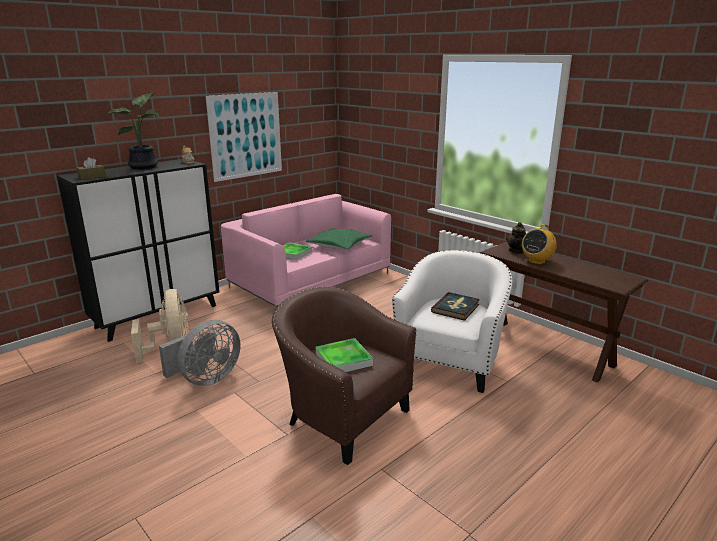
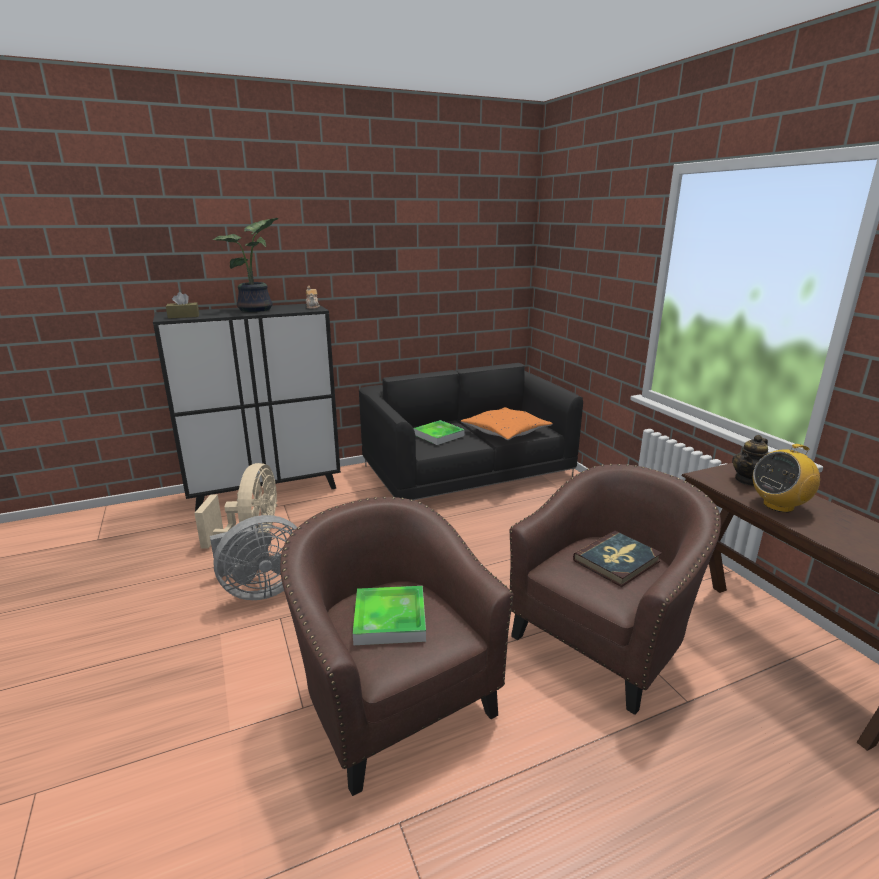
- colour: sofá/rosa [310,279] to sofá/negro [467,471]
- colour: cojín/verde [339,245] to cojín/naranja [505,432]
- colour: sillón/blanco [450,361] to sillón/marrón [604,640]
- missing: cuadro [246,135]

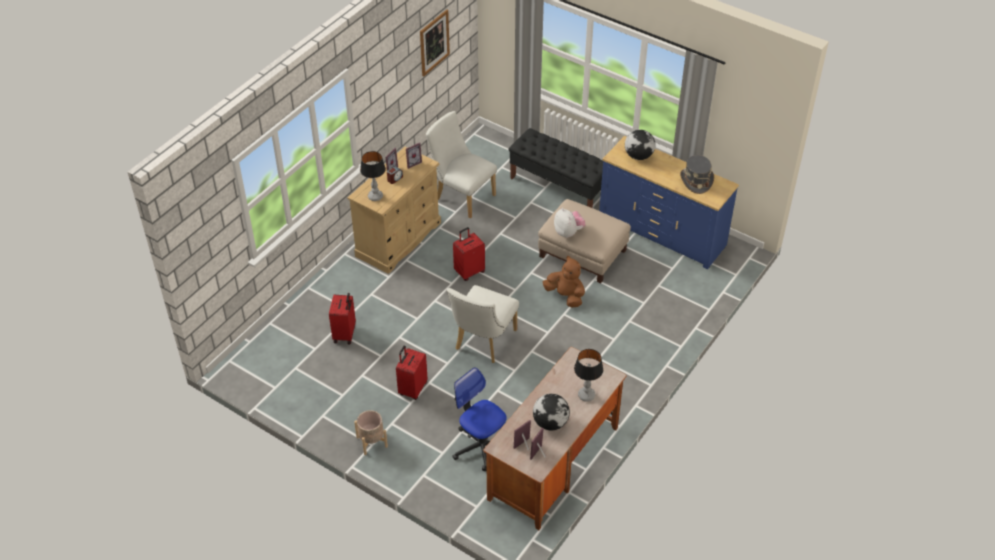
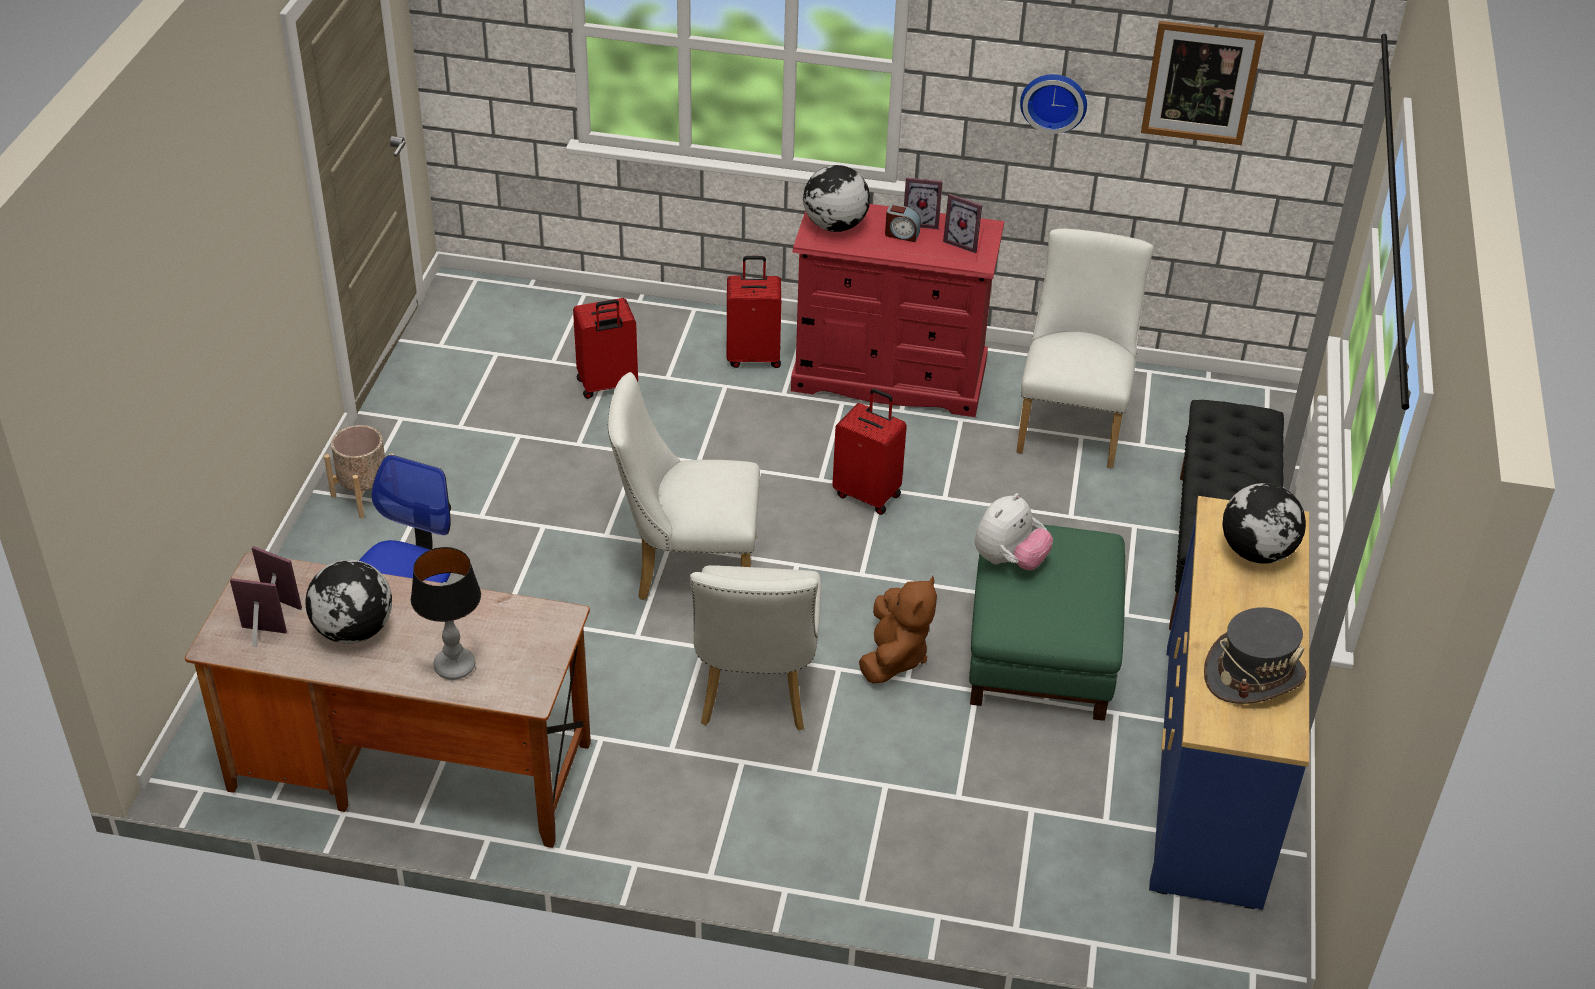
- appeared: silla/blanco [754,693]
- relocated: maleta/rojo [412,389] to [754,356]
- colour: cómoda/beis [398,239] to cómoda/rojo [889,377]
- exchanged: lámpara de mesa [375,197] to globo terráqueo [834,226]
- colour: puf/beis [583,253] to puf/verde [1042,650]
- appeared: reloj de pared [1054,101]

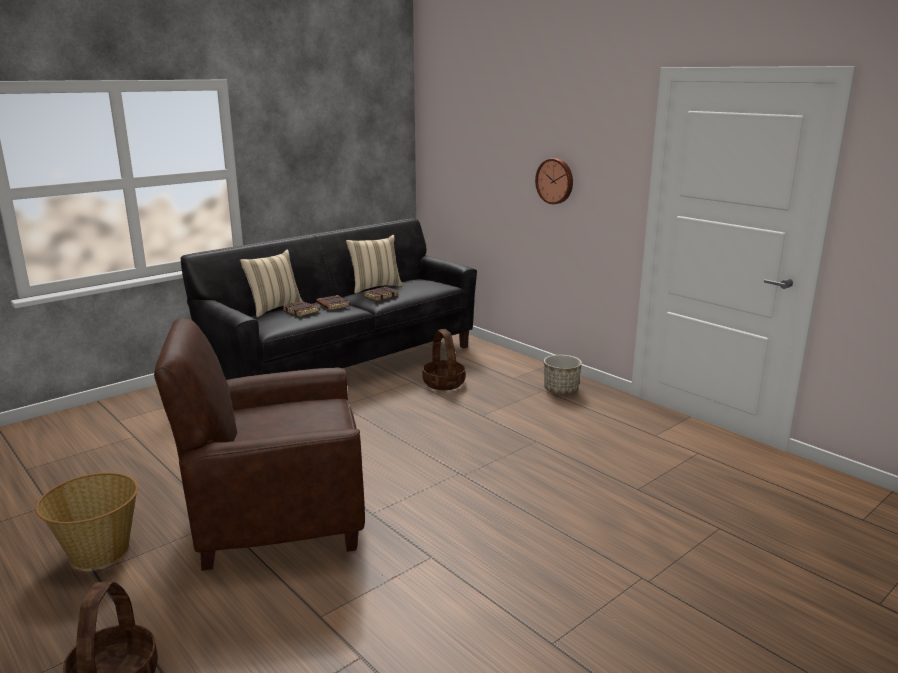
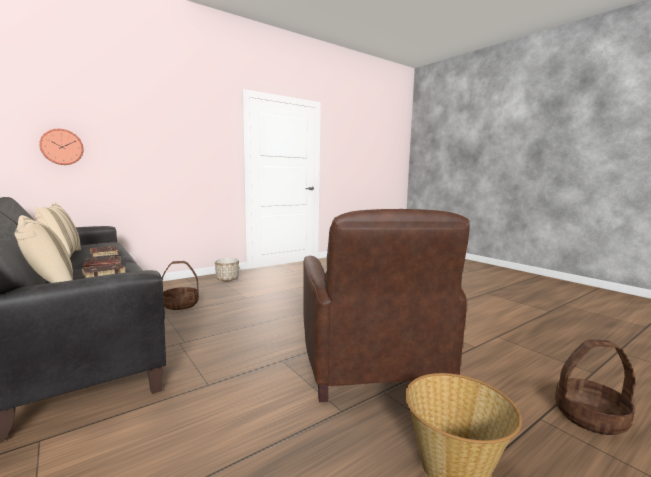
- relocated: reloj de pared [555,181] to [62,147]

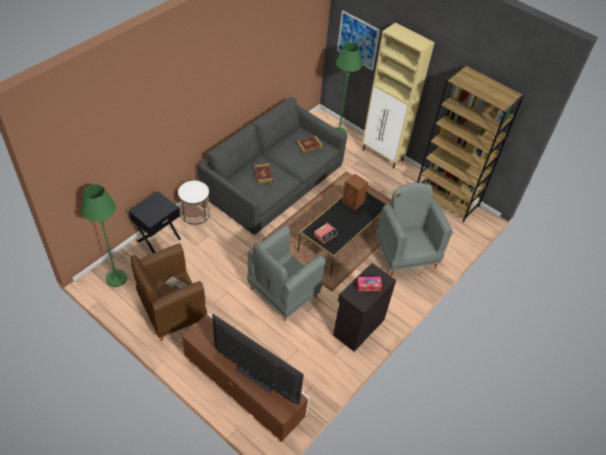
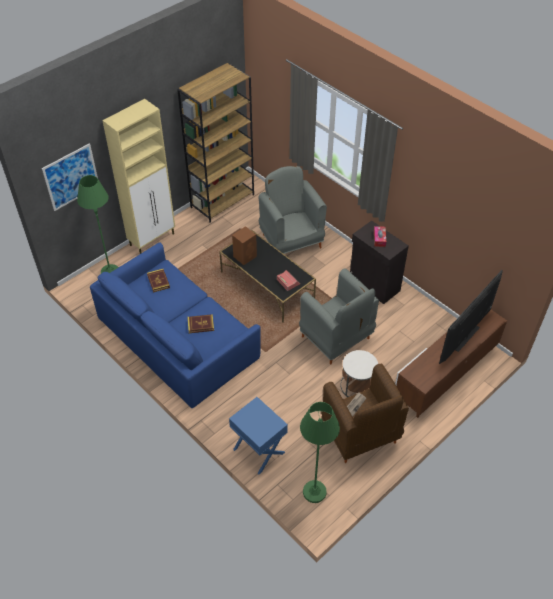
- colour: sofá/gris [273,180] to sofá/azul [177,337]
- colour: mesita de noche/negro [158,239] to mesita de noche/azul [258,451]
- spun: sillón/gris [406,255] = [291,240] 75 degrees clockwise
- relocated: mesa auxiliar/blanco [195,213] to [357,386]

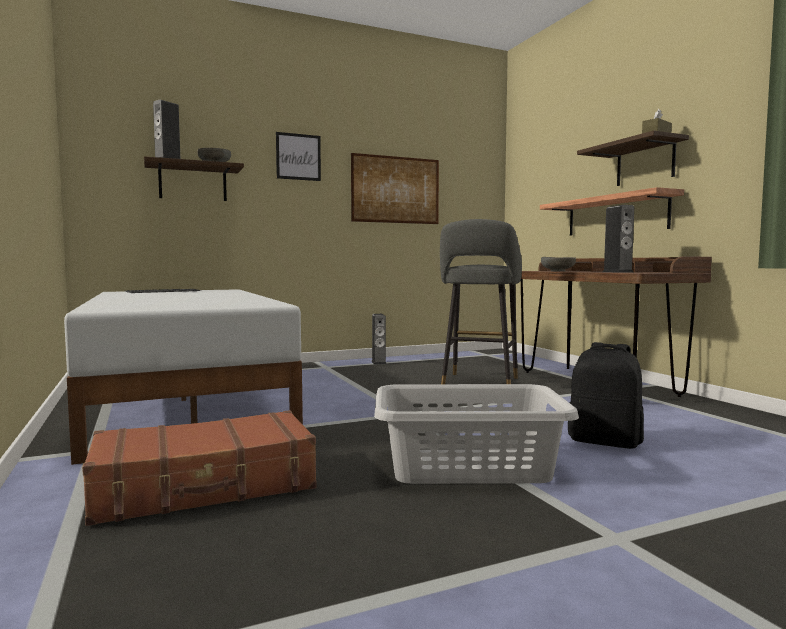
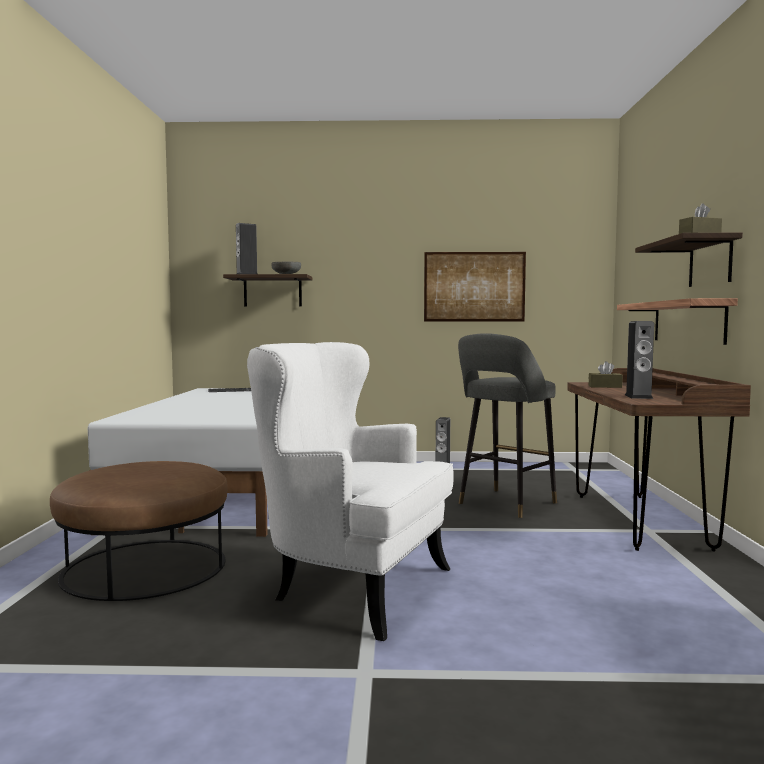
- exchanged: maleta/marrón [205,486] to puf/marrón [145,567]
- exchanged: cesto de la ropa/gris [467,466] to sillón/blanco [350,587]
- exchanged: cuenco/gris [557,271] to caja de pañuelos/marrón [605,386]
- missing: cuadro [298,157]
- missing: mochila/negro [605,441]

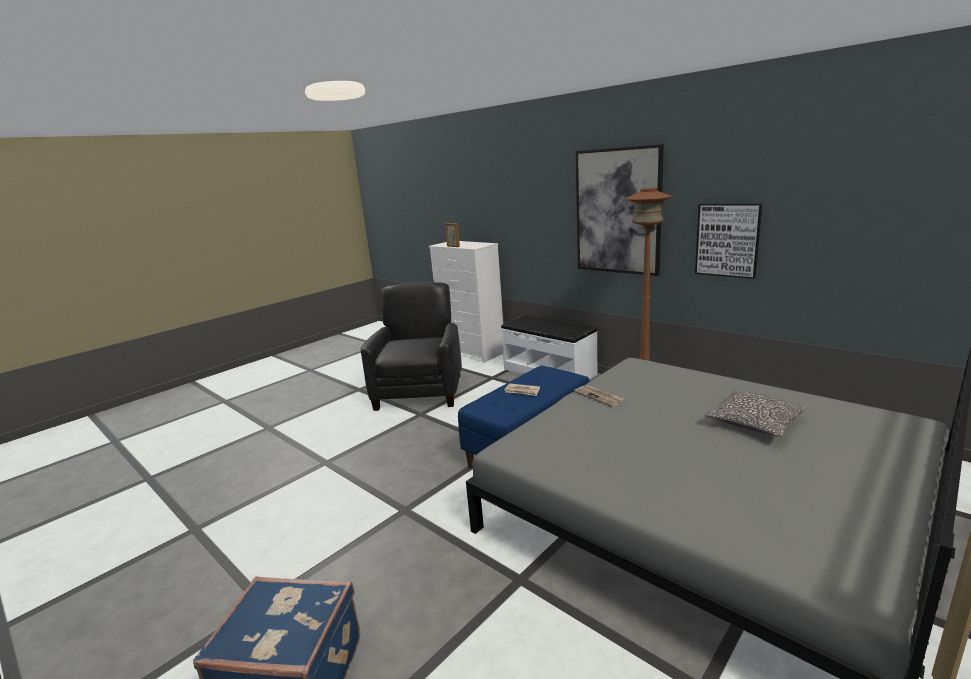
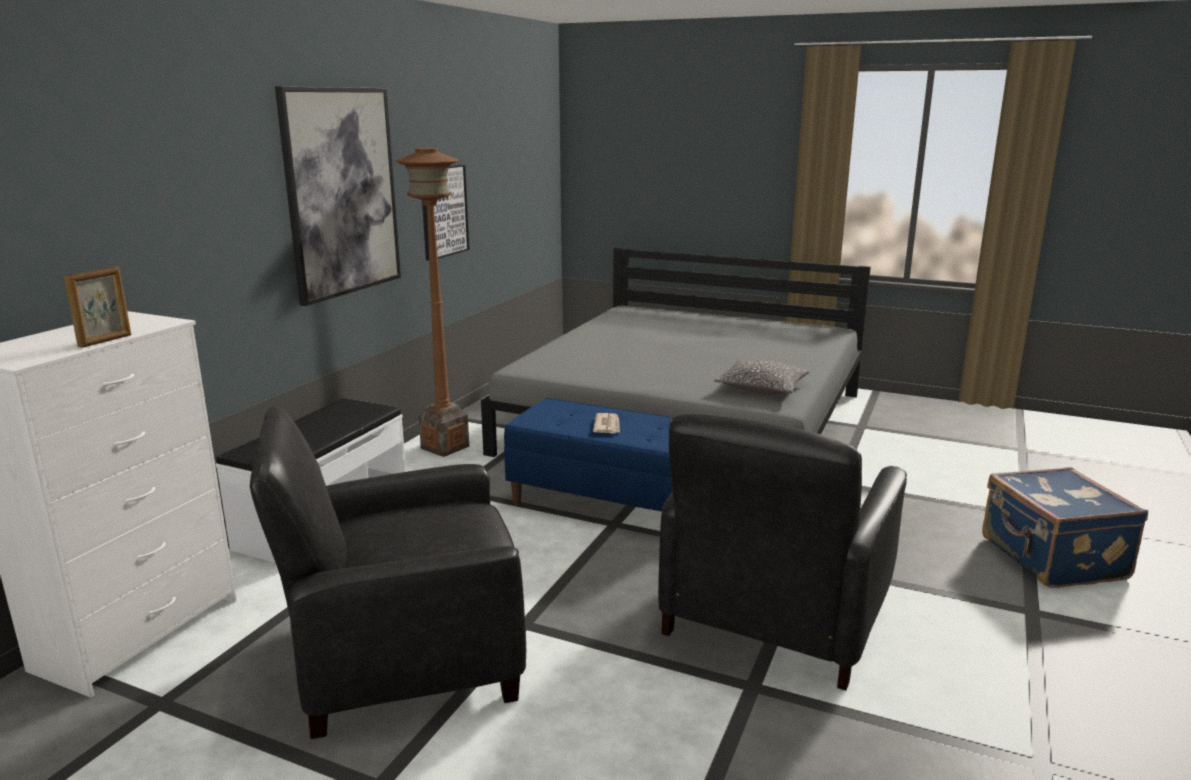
- appeared: sillón/negro [774,616]
- relocated: cojín [754,422] to [762,388]
- missing: periódico [599,397]

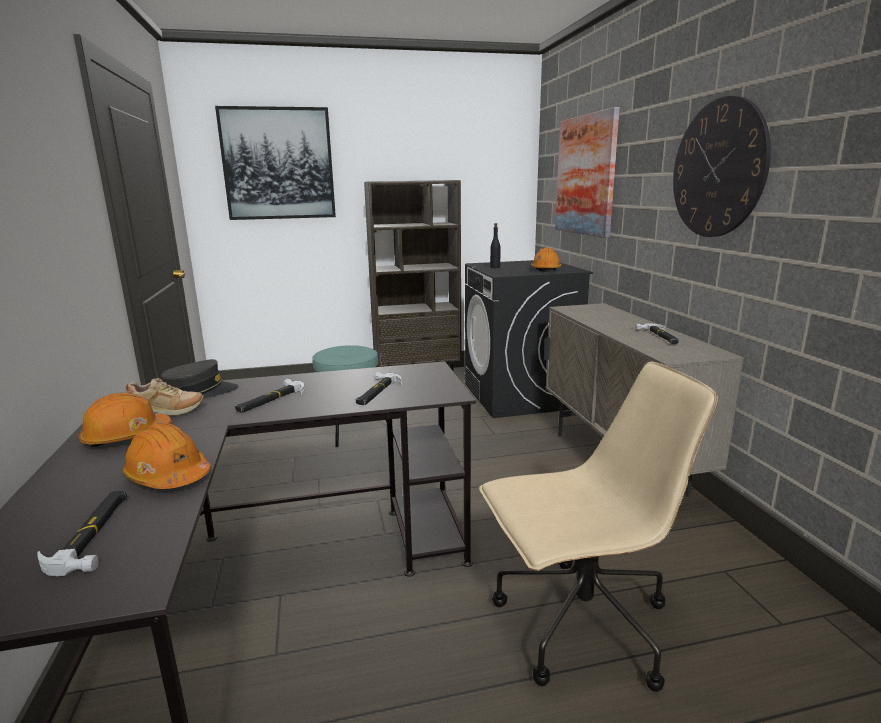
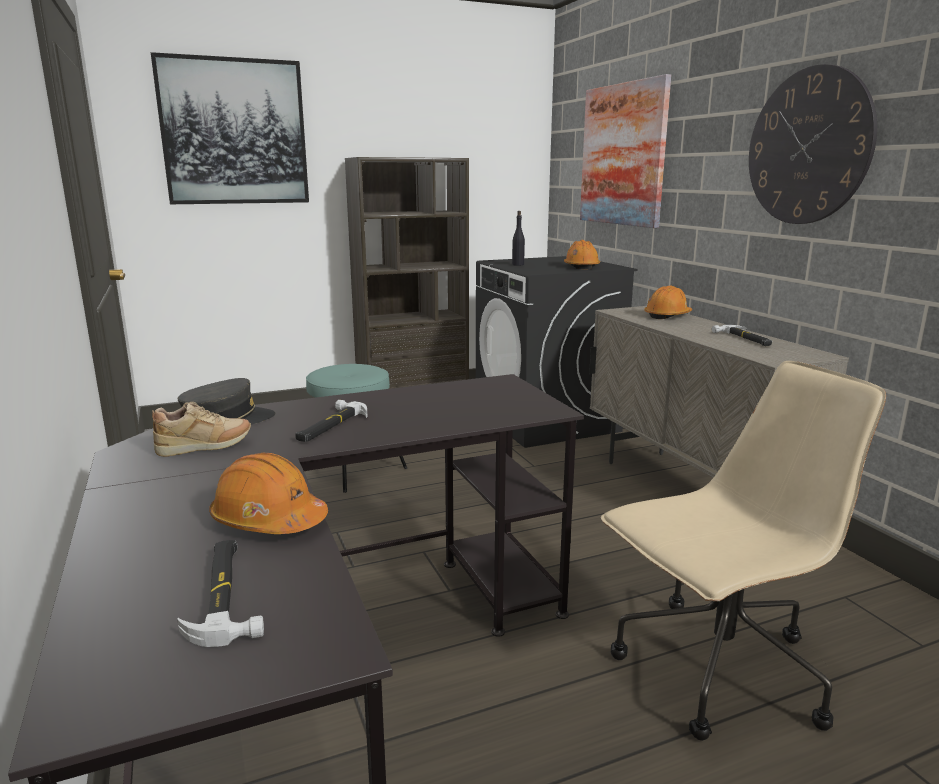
- relocated: casco/naranja [126,437] to [667,316]
- missing: martillo [376,392]

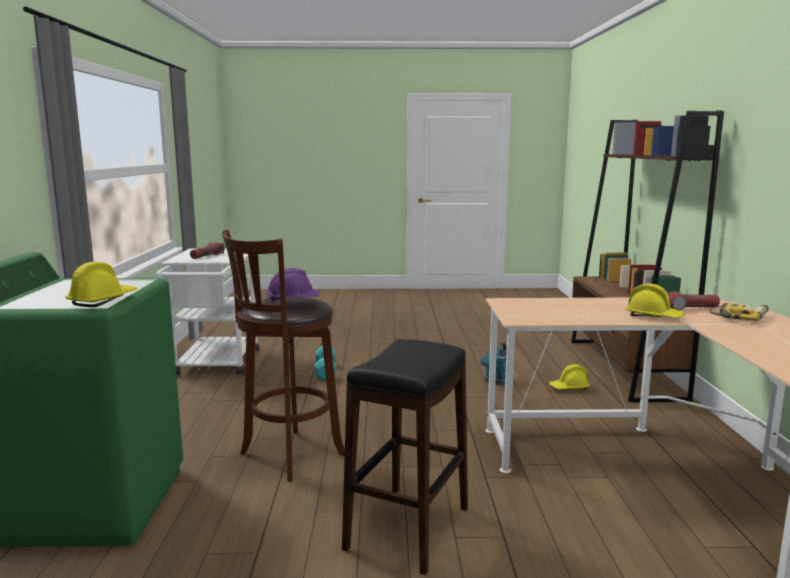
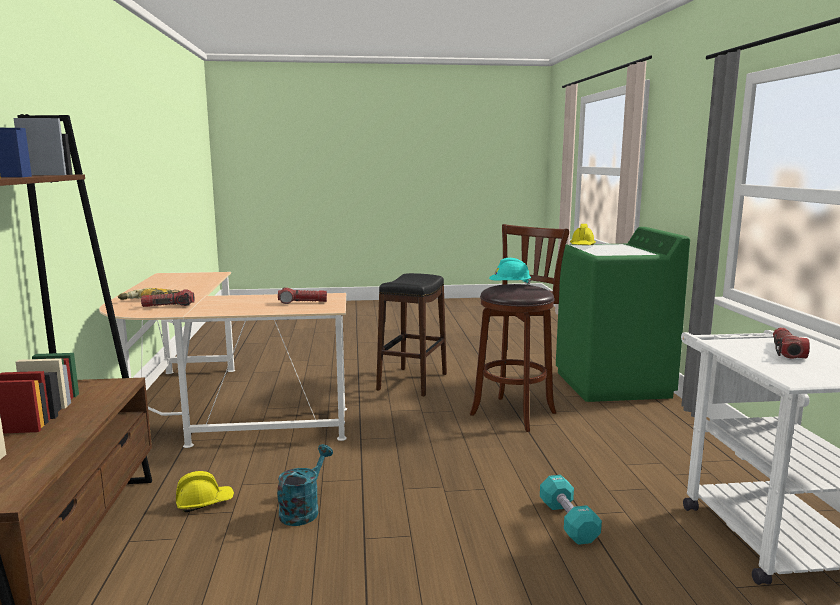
- appeared: linterna [302,302]
- colour: casco/morado [293,304] to casco/turquesa [509,286]
- missing: casco/amarillo [653,316]

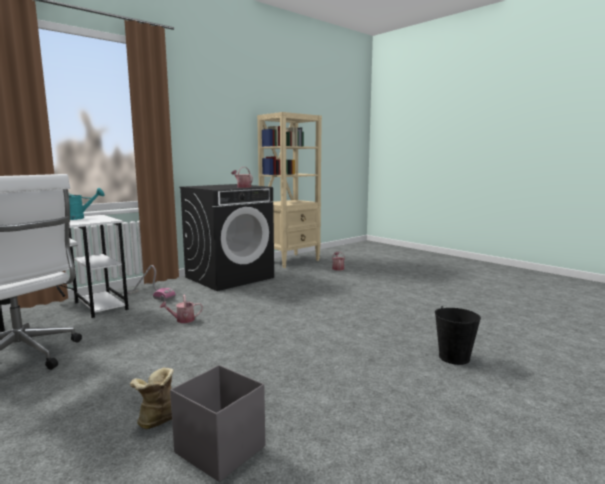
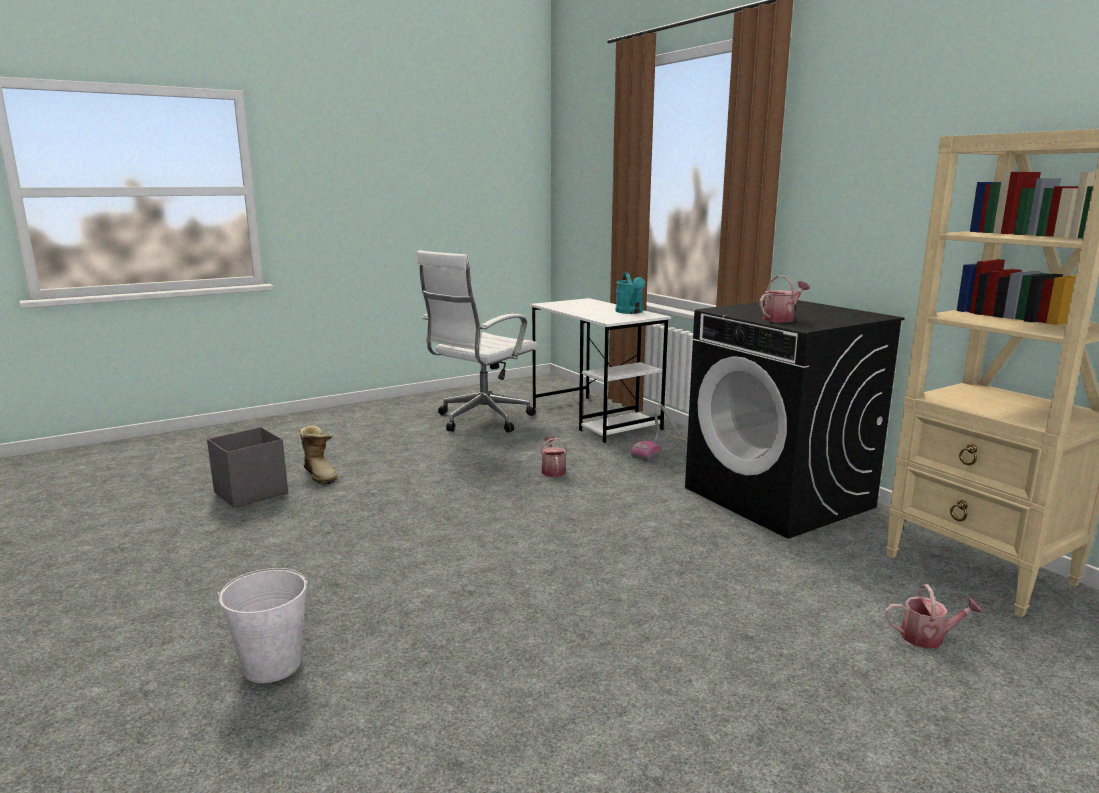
- colour: cubo/negro [454,357] to cubo/blanco [272,665]

